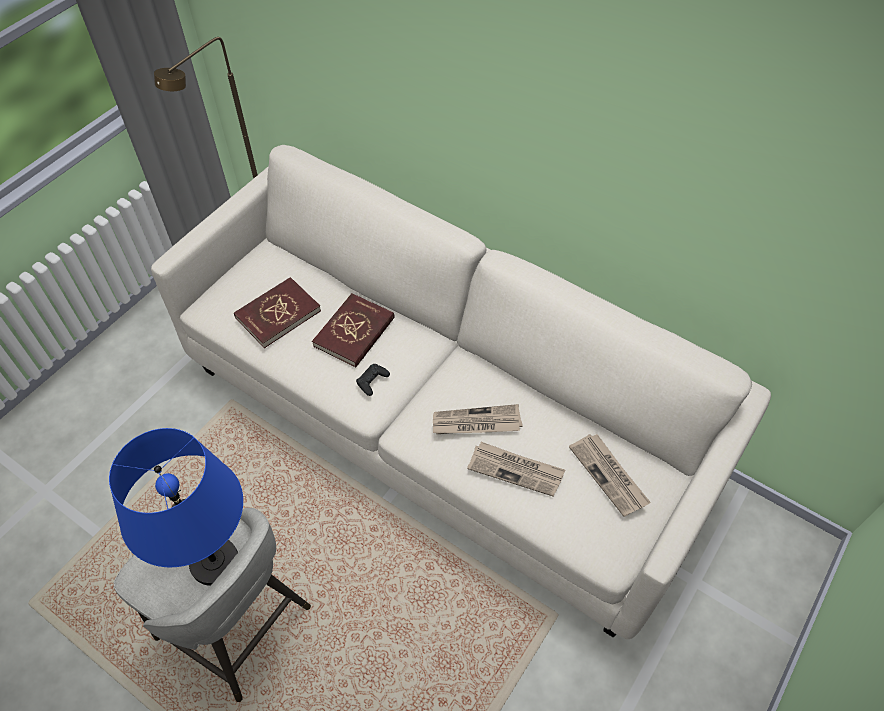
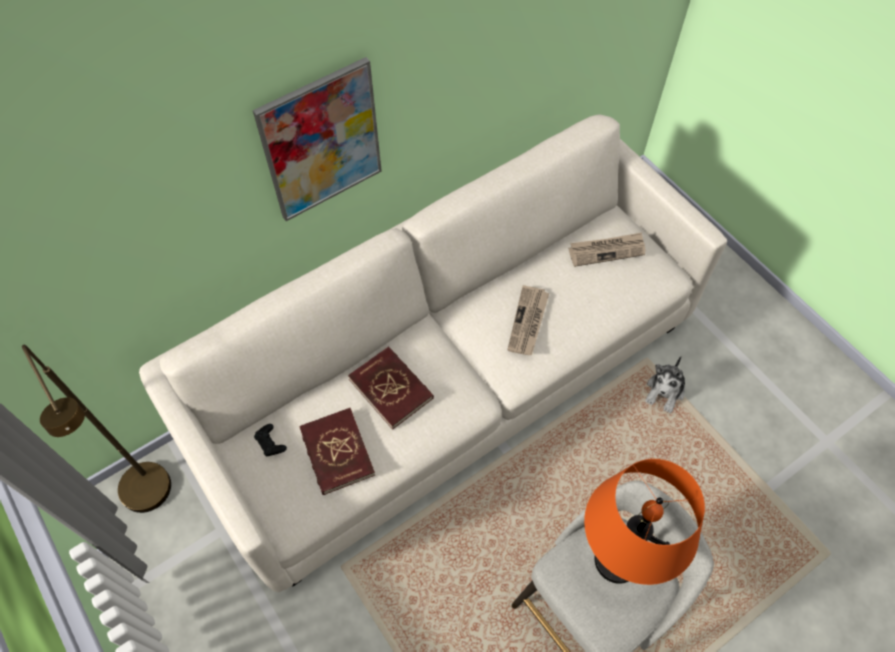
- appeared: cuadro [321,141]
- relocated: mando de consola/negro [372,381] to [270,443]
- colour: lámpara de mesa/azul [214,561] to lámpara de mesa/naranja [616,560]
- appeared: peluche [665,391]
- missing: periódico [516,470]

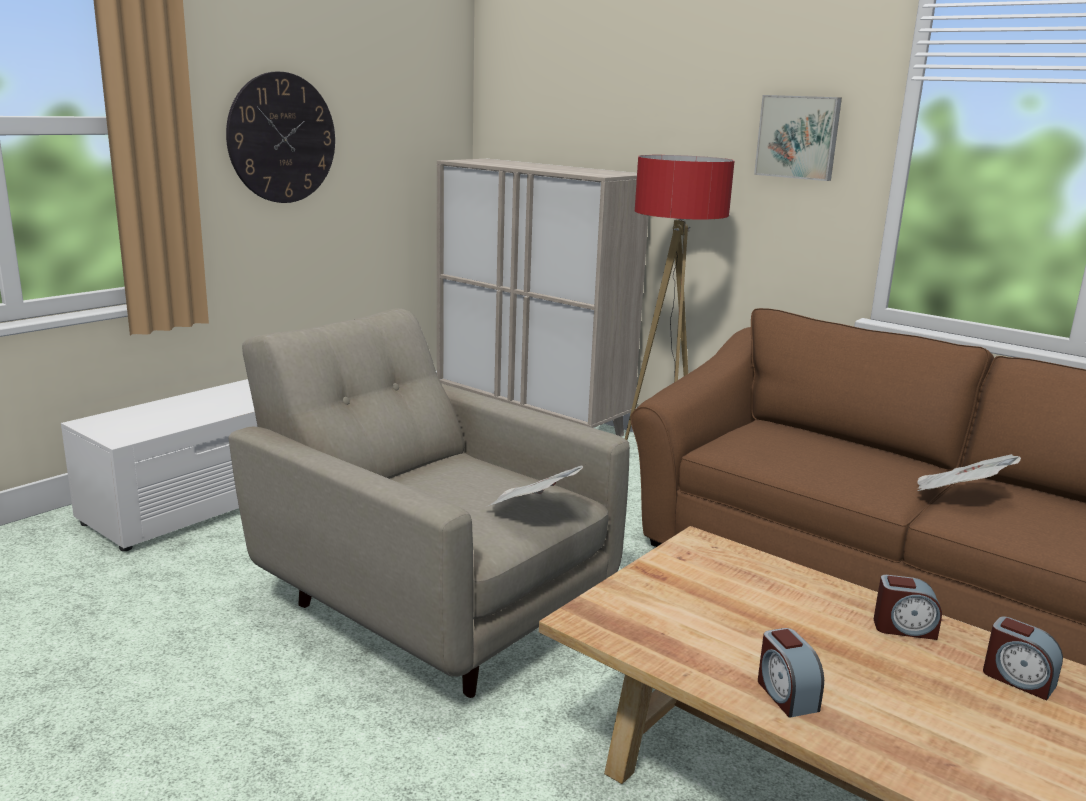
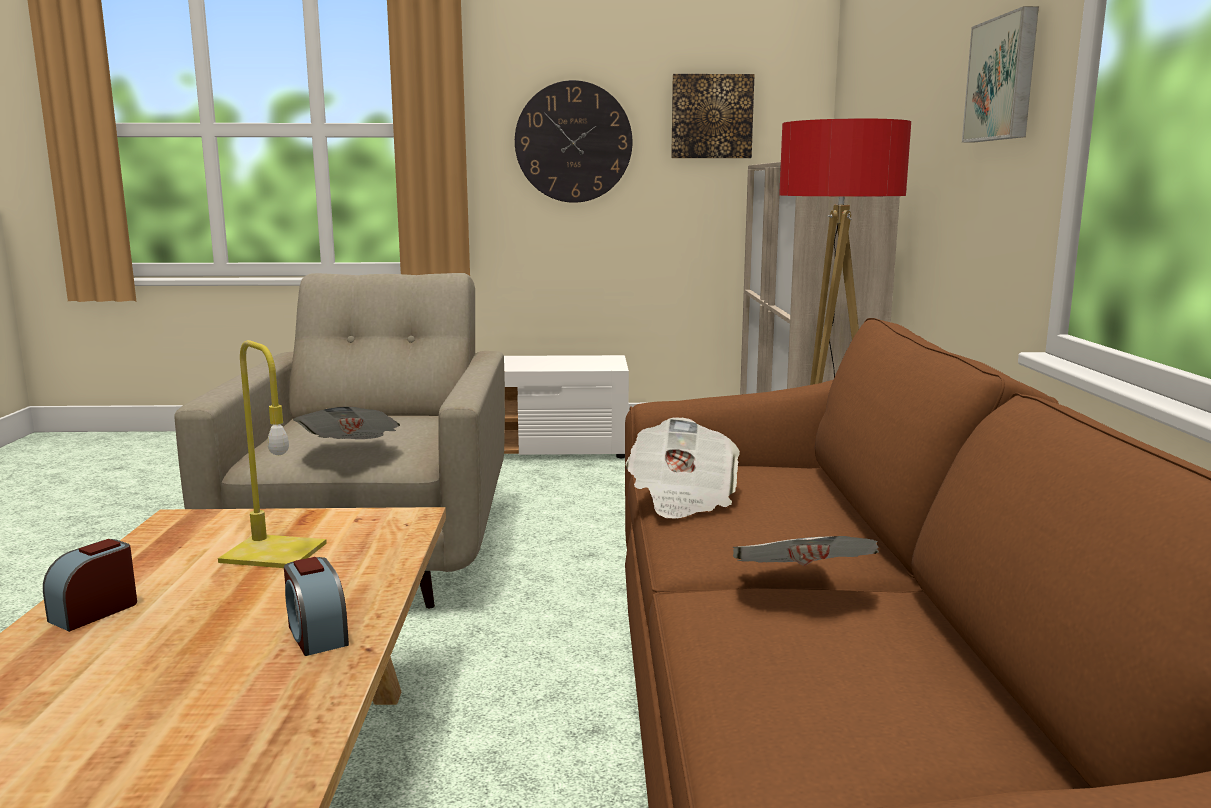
- appeared: lámpara de mesa/amarillo [270,553]
- appeared: periódico [682,498]
- appeared: cuadro [711,116]
- missing: despertador [1018,679]

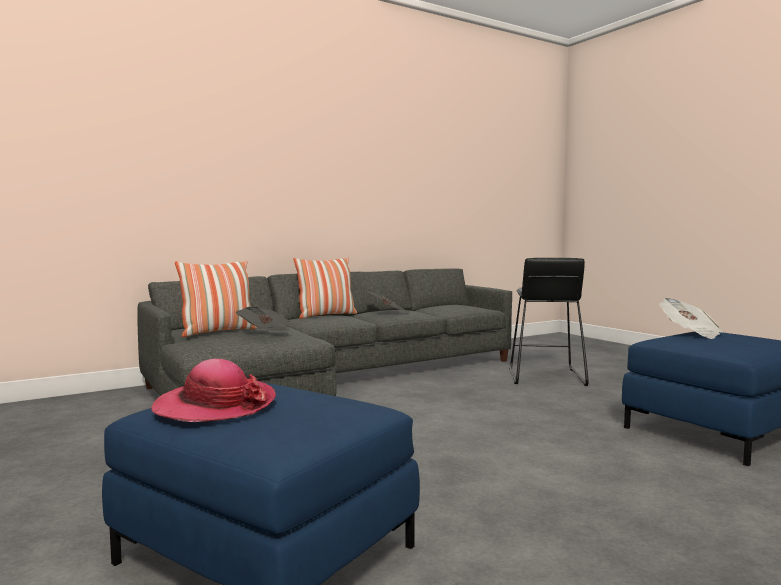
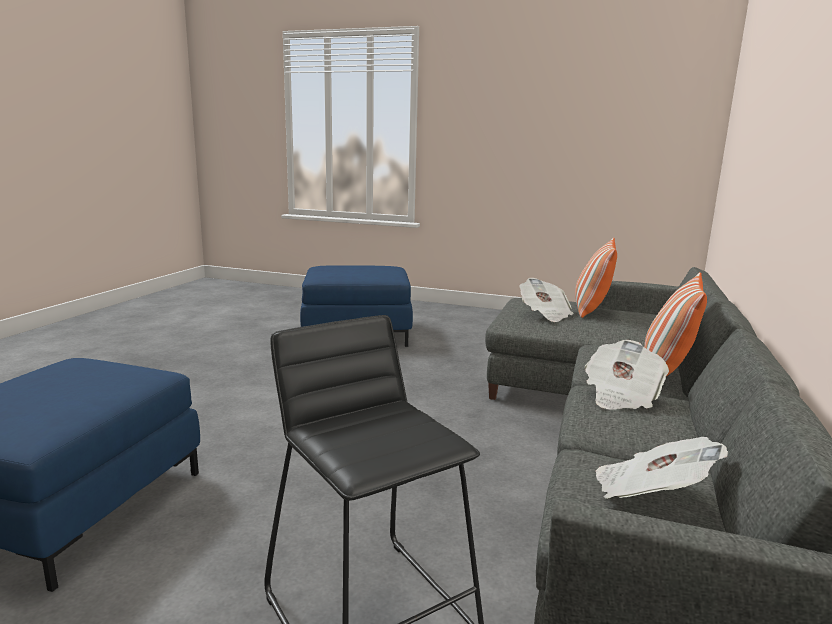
- relocated: periódico [690,333] to [650,494]
- missing: sombrero [215,406]

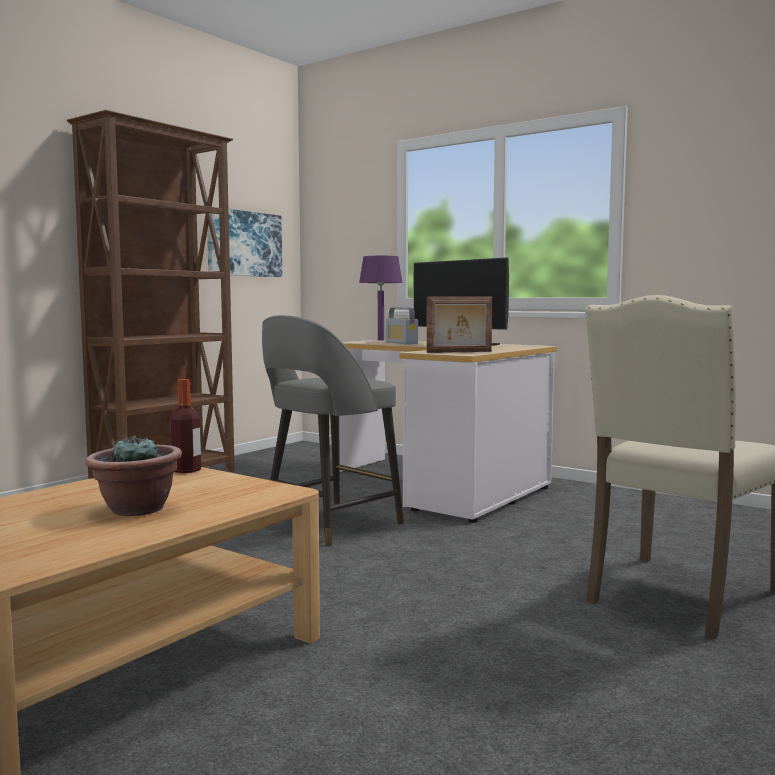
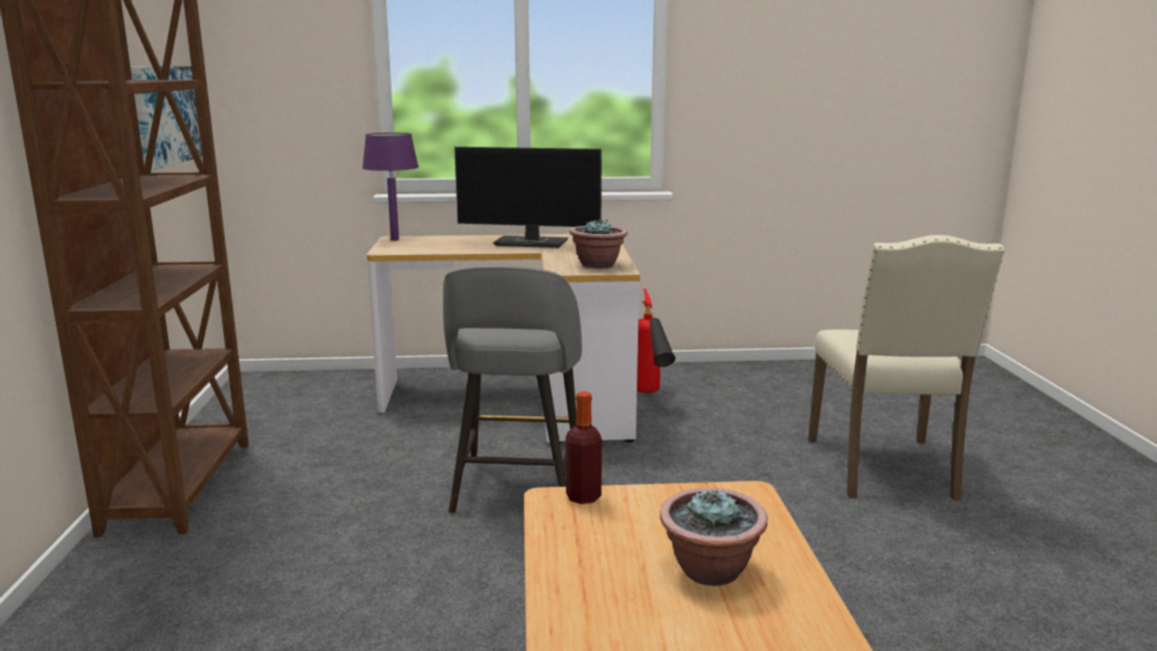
- exchanged: portarretratos [459,352] to planta en maceta [598,265]
- appeared: extintor [652,397]
- missing: radio [401,343]

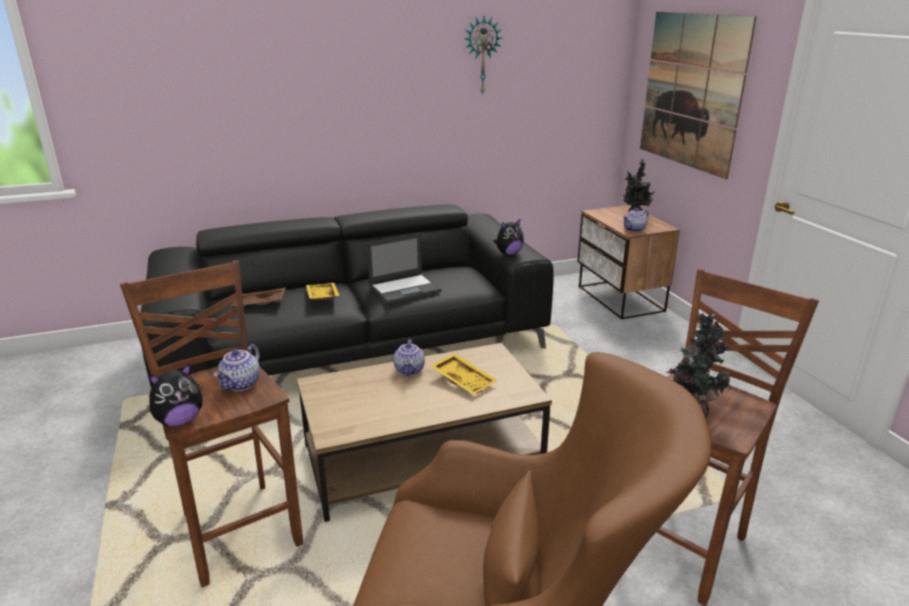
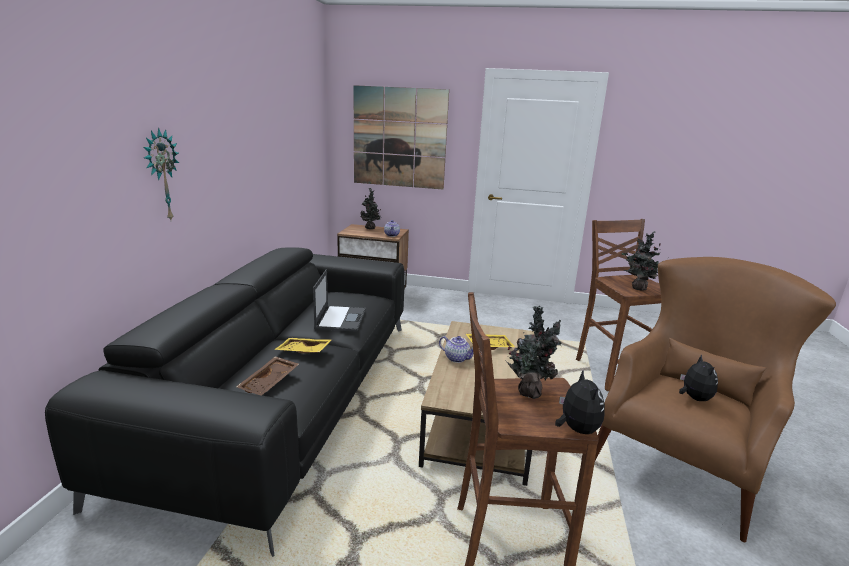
- relocated: reloj de pared [482,56] to [161,176]
- exchanged: tetera [241,384] to planta en maceta [529,391]
- relocated: peluche [508,254] to [693,398]

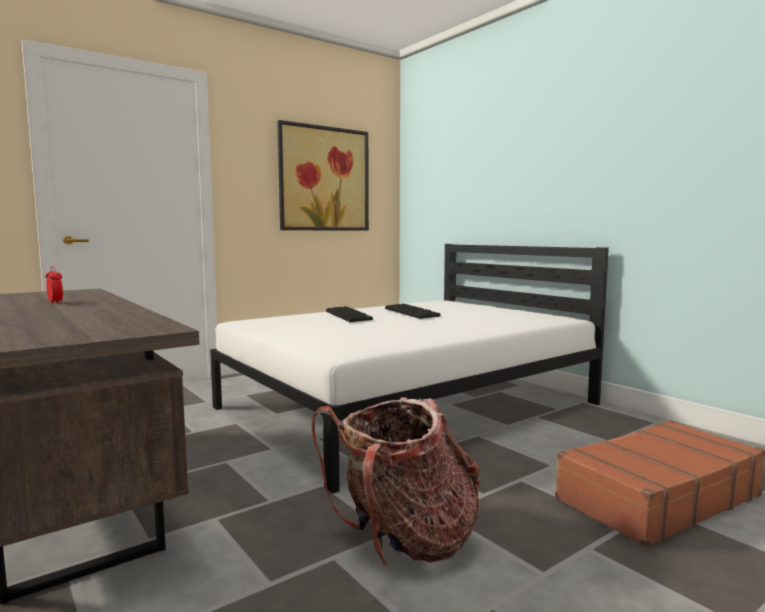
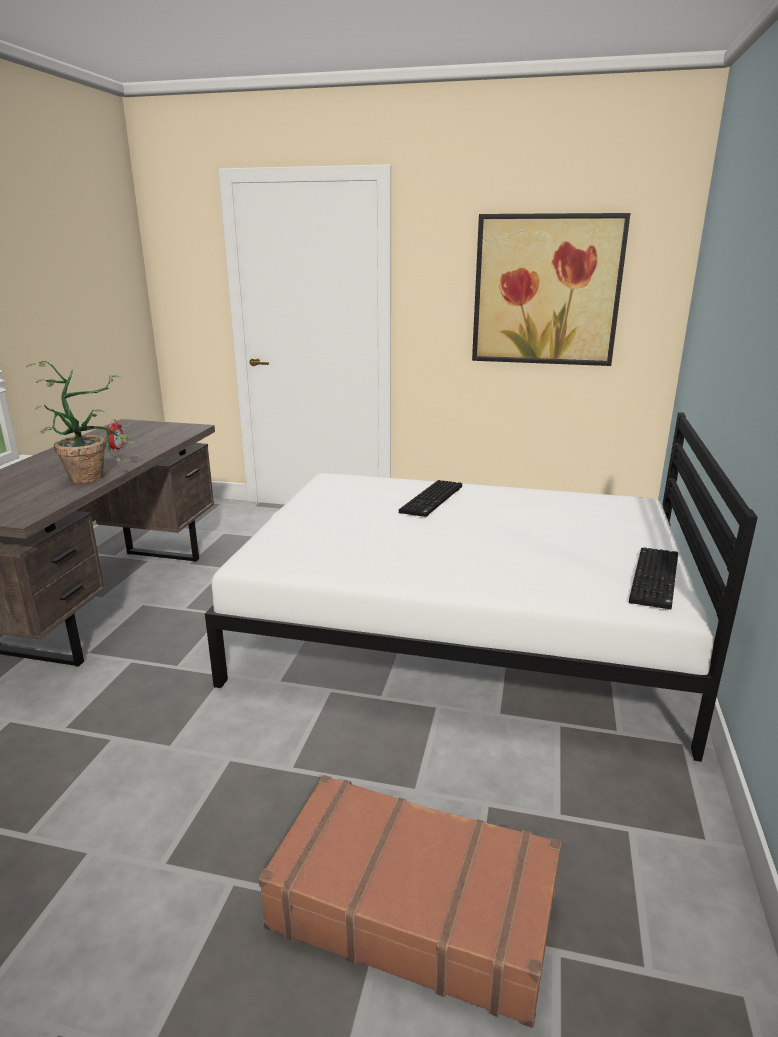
- appeared: planta en maceta [91,475]
- relocated: teclado [412,312] to [656,579]
- missing: mochila [403,541]

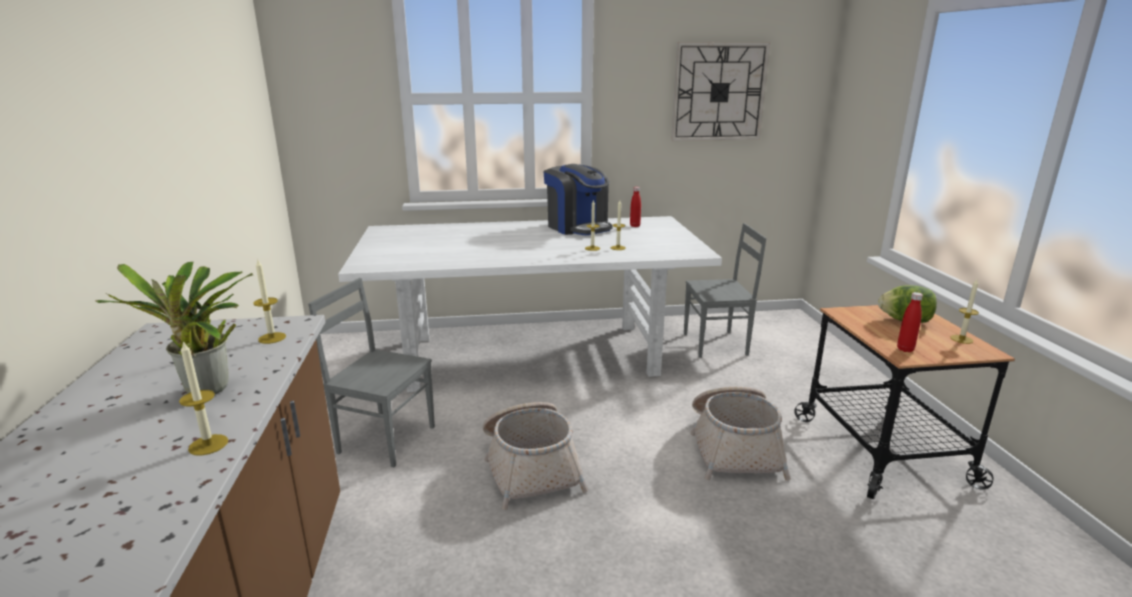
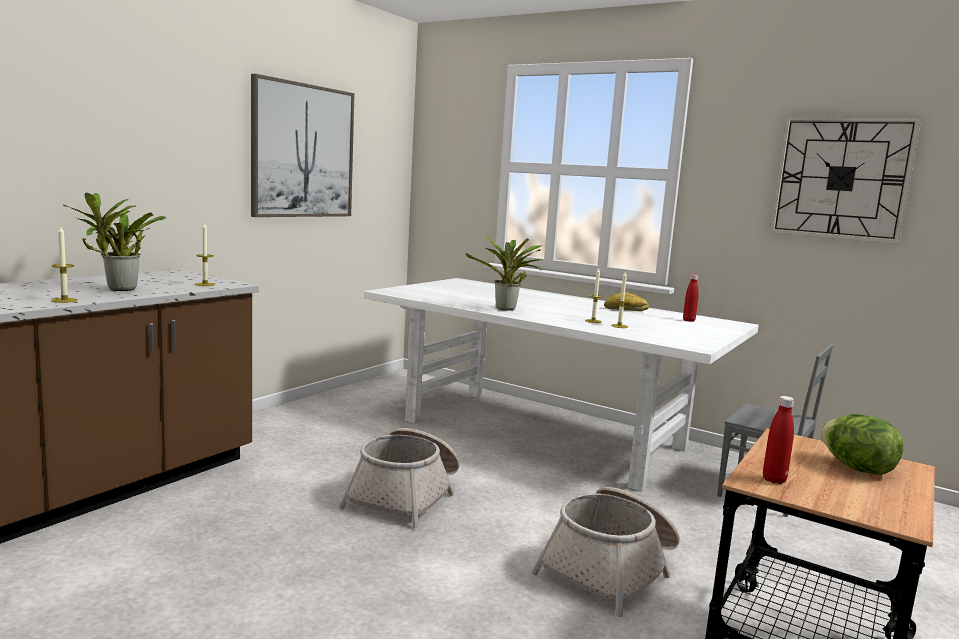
- appeared: cuadro [303,151]
- appeared: planta en maceta [506,309]
- exchanged: cafetera [578,227] to pan [625,310]
- missing: silla/gris [386,438]
- missing: vela [961,339]

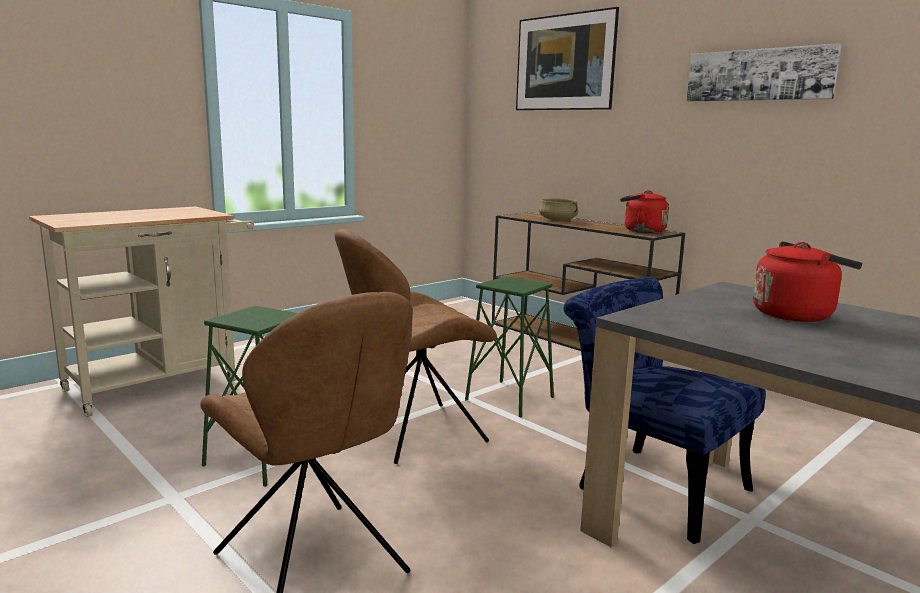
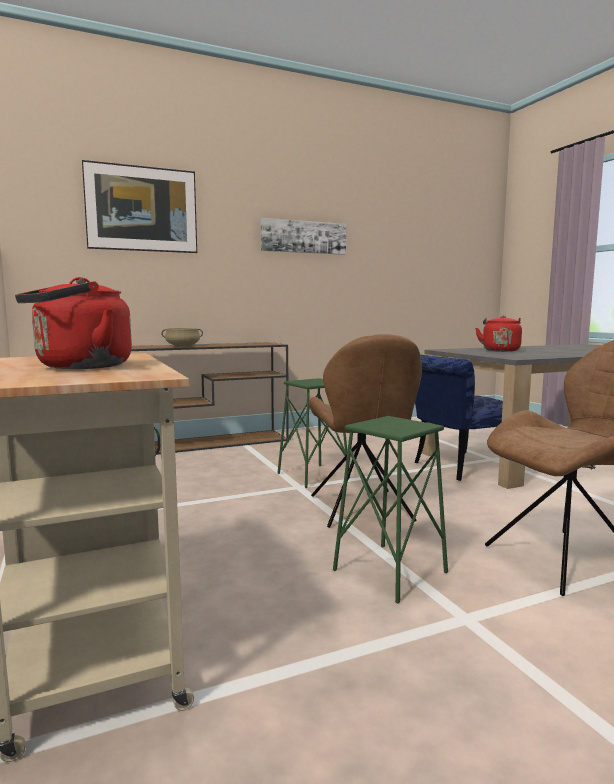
- relocated: hervidor/rojo [641,231] to [79,367]

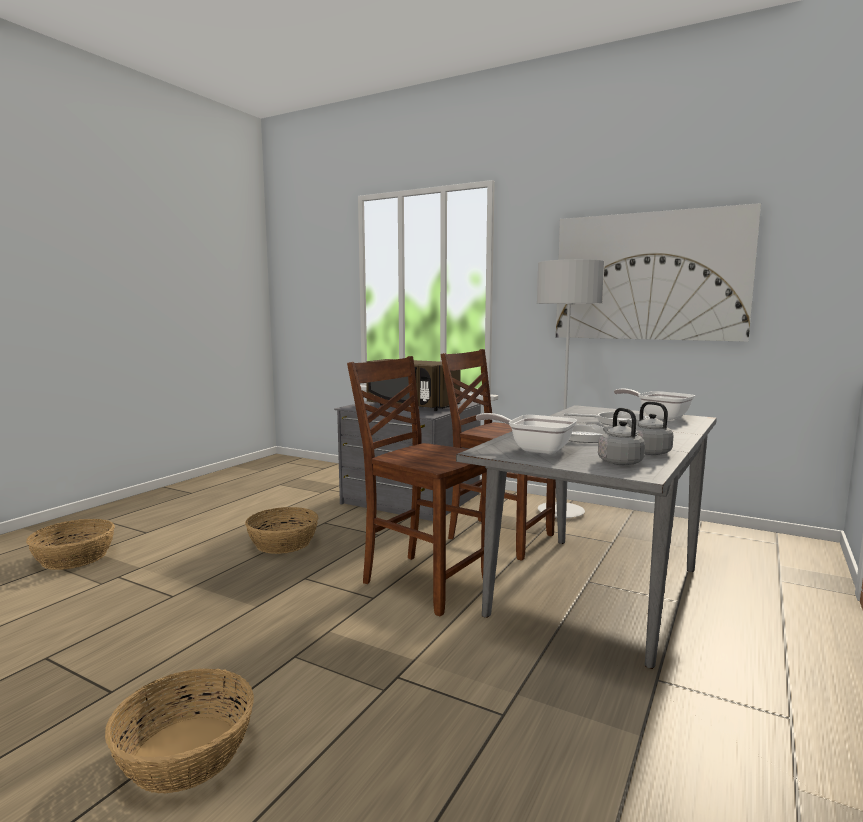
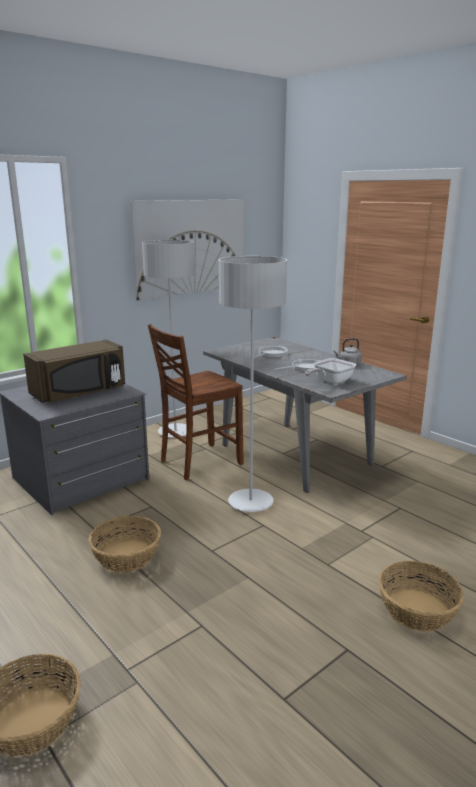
- exchanged: silla/marrón [424,581] to lámpara de pie/gris [250,502]
- missing: hervidor/gris [618,462]
- missing: sartén [659,416]

